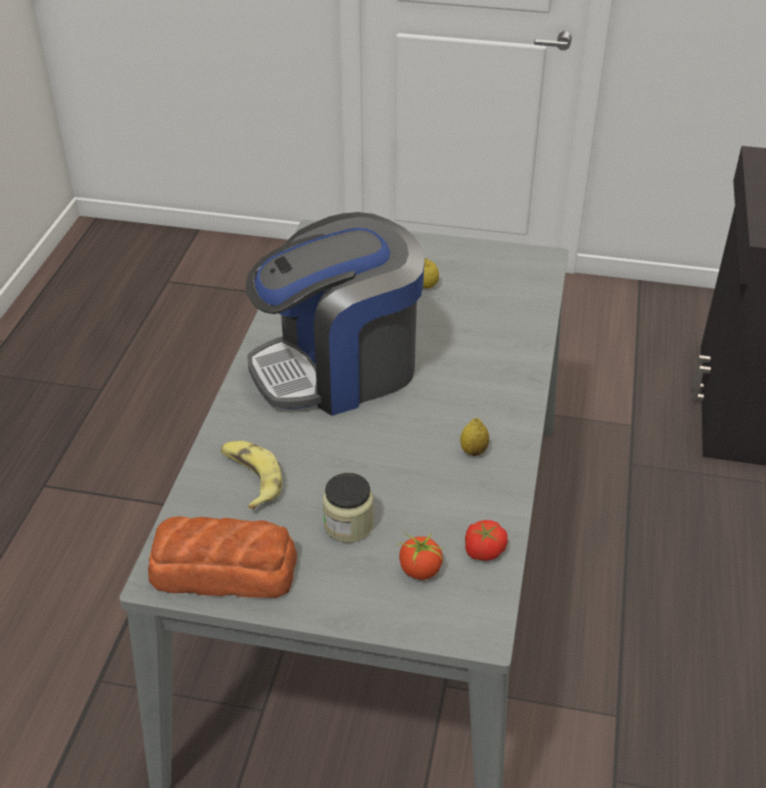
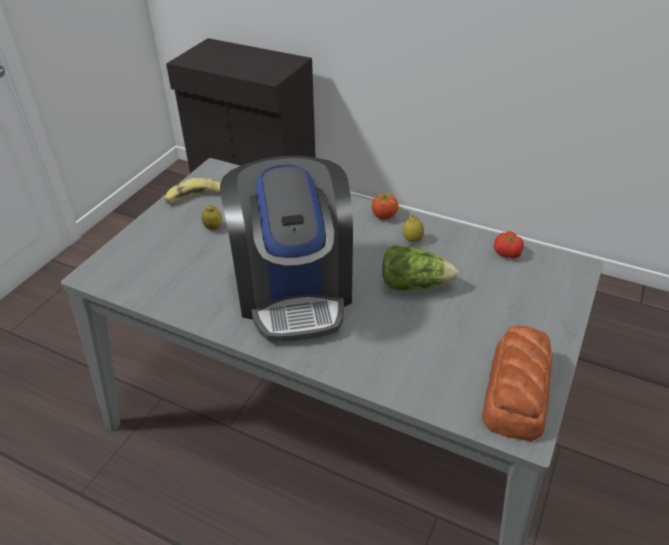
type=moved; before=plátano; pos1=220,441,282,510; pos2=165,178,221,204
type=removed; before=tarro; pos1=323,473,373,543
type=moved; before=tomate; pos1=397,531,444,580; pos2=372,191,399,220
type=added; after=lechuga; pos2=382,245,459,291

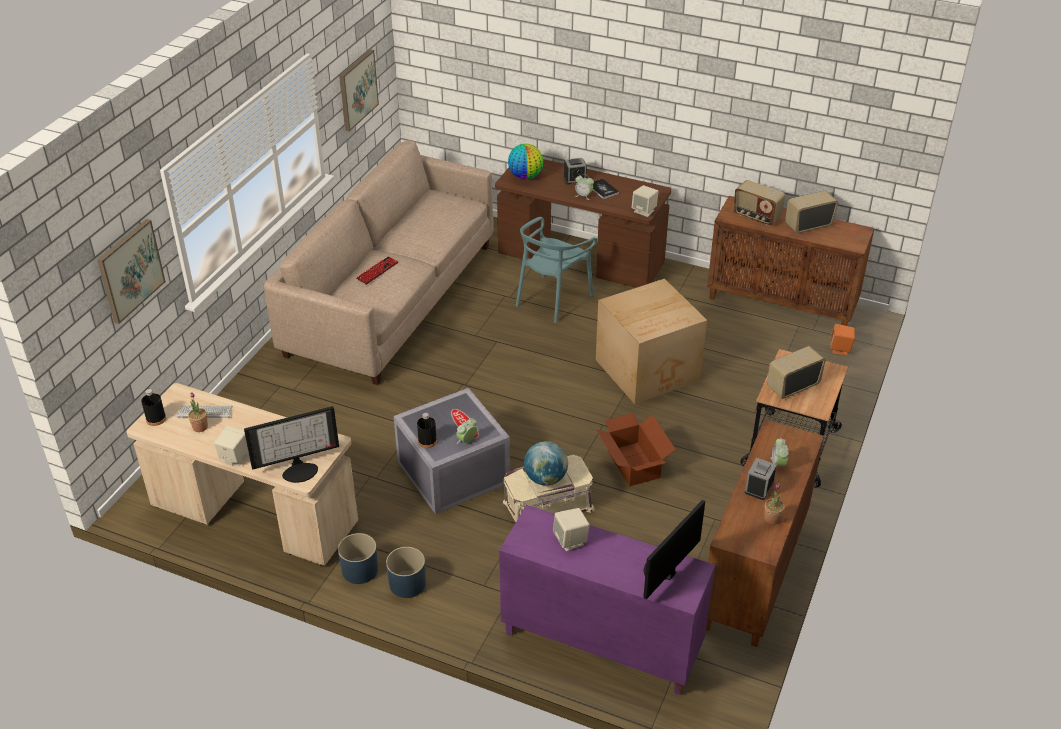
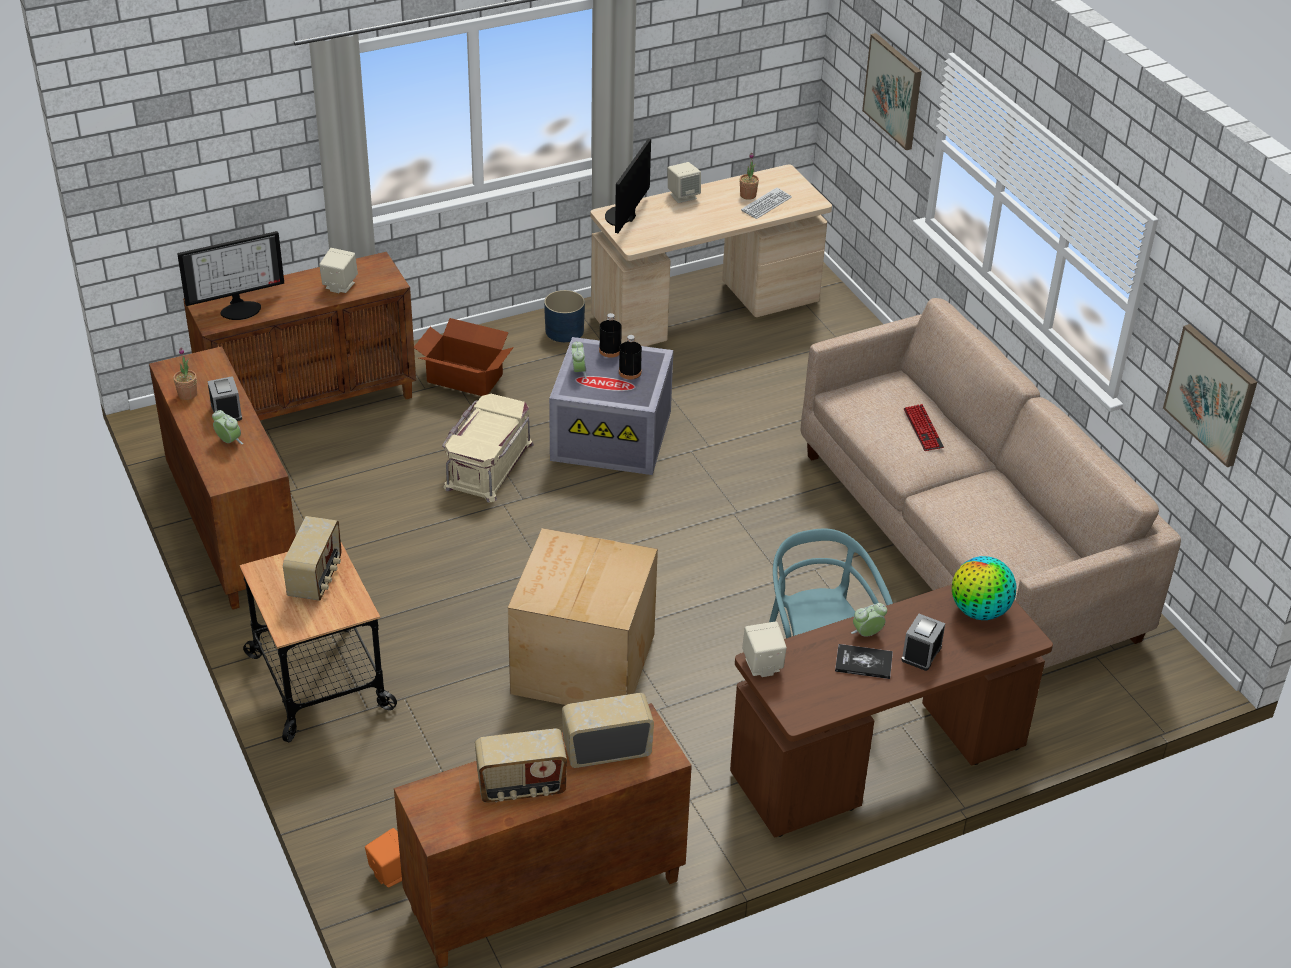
type=moved; before=botella/negro; pos1=141,389,166,426; pos2=619,335,642,379
type=removed; before=maceta/azul; pos1=386,547,426,598
type=recoloured; before=armario/morado; after=armario/marrón; pos1=499,505,715,695; pos2=183,252,416,421
type=removed; before=globo terráqueo; pos1=524,441,568,486
type=moved; before=caja de cartón; pos1=596,413,676,486; pos2=414,318,514,396
type=turned; before=monitor; pos1=643,500,705,599; pos2=177,231,284,320; turn=75
type=turned; before=radio; pos1=785,191,838,233; pos2=475,728,567,803; turn=60

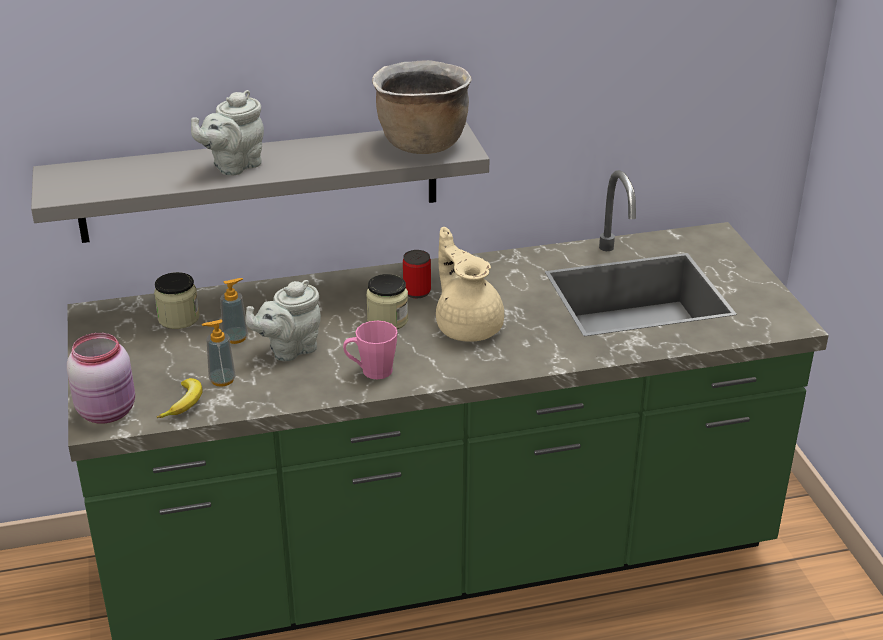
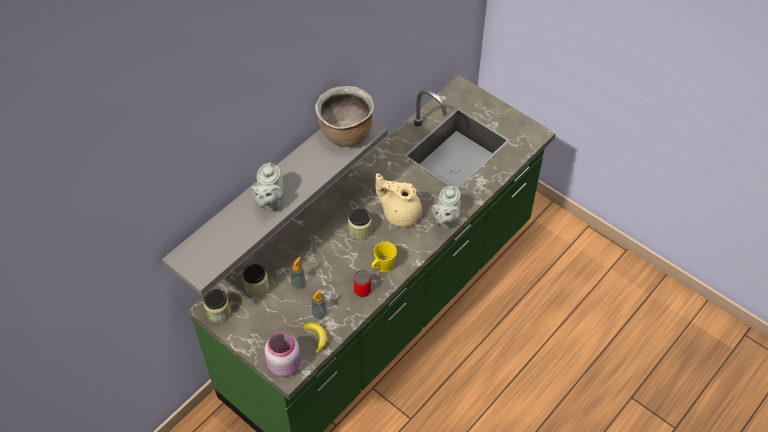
type=moved; before=tetera/gris; pos1=245,280,321,361; pos2=431,186,461,229
type=recoloured; before=taza grande/rosa; after=taza grande/amarillo; pos1=343,321,398,379; pos2=372,242,397,273
type=moved; before=lata; pos1=403,250,431,298; pos2=354,270,371,297
type=added; after=tarro; pos2=203,289,231,322

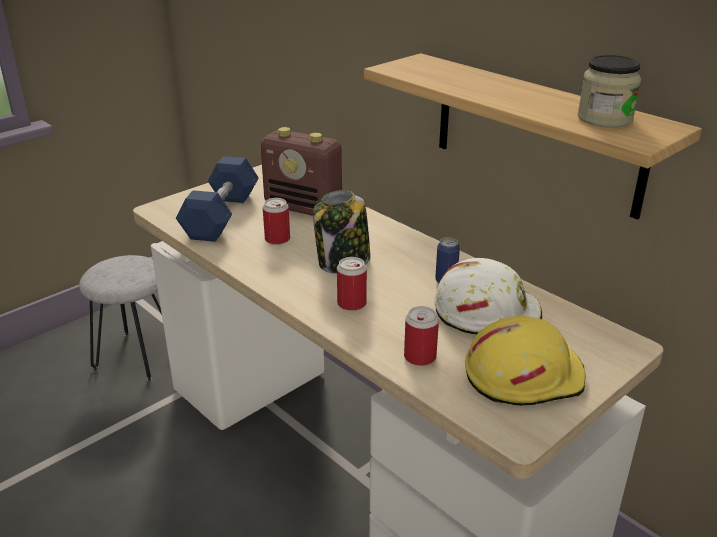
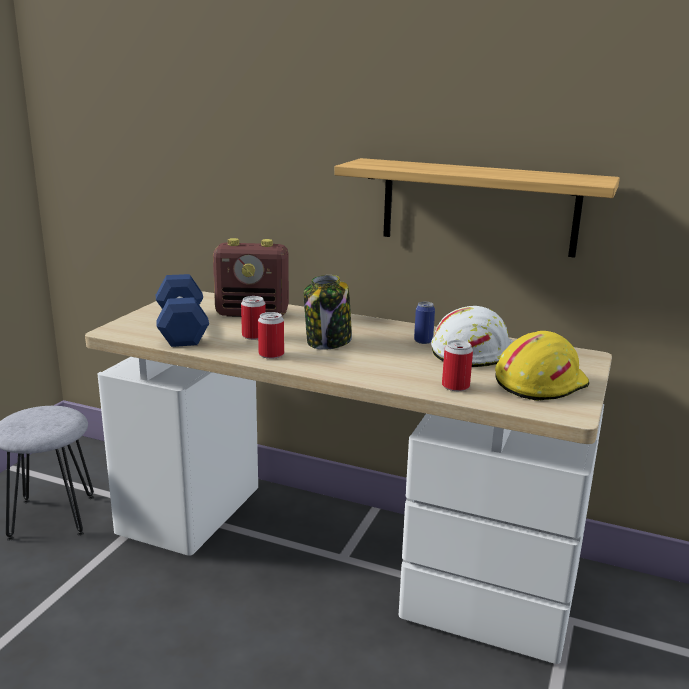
type=moved; before=lata; pos1=337,257,367,311; pos2=258,312,284,359
type=removed; before=tarro; pos1=578,55,641,128

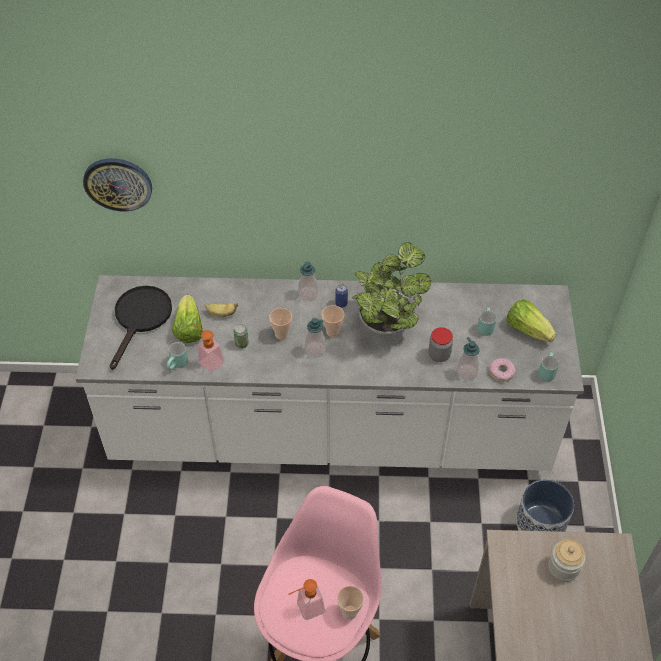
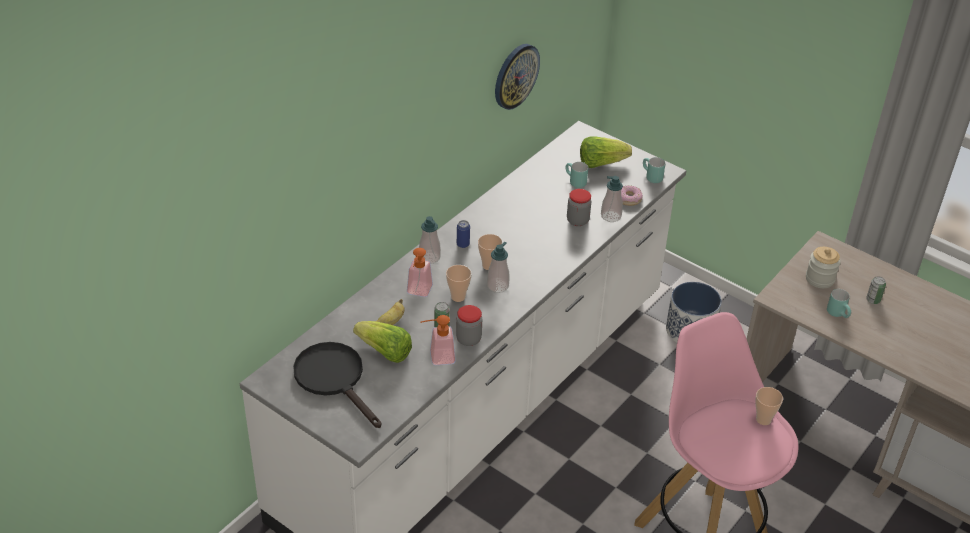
type=moved; before=reloj de pared; pos1=83,158,152,211; pos2=495,44,540,110
type=moved; before=taza grande/turquesa; pos1=167,342,188,370; pos2=827,289,851,318
type=moved; before=dispensador de jabón; pos1=288,579,325,620; pos2=407,248,433,297
type=removed; before=planta en maceta; pos1=352,242,431,336
type=added; after=tarro; pos2=456,305,482,346
type=added; after=lata; pos2=866,276,886,304

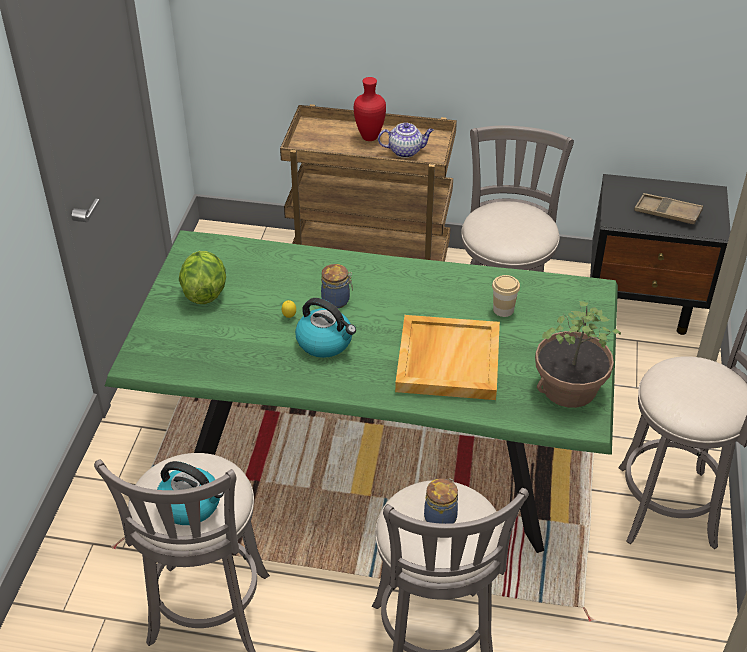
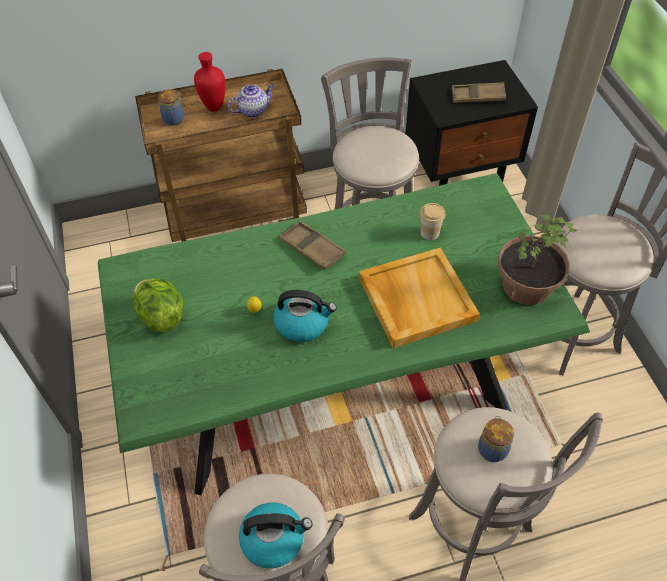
type=moved; before=tarro; pos1=321,264,353,309; pos2=158,89,185,125
type=added; after=bandeja/marrón; pos2=279,220,346,270

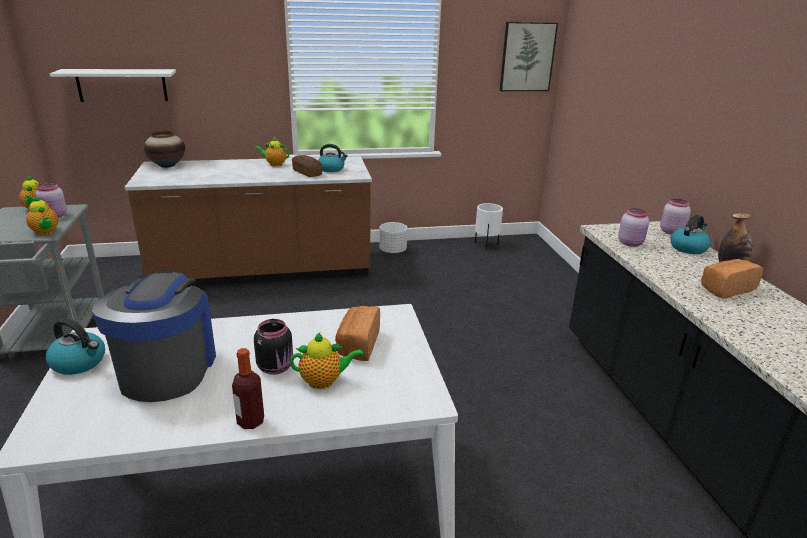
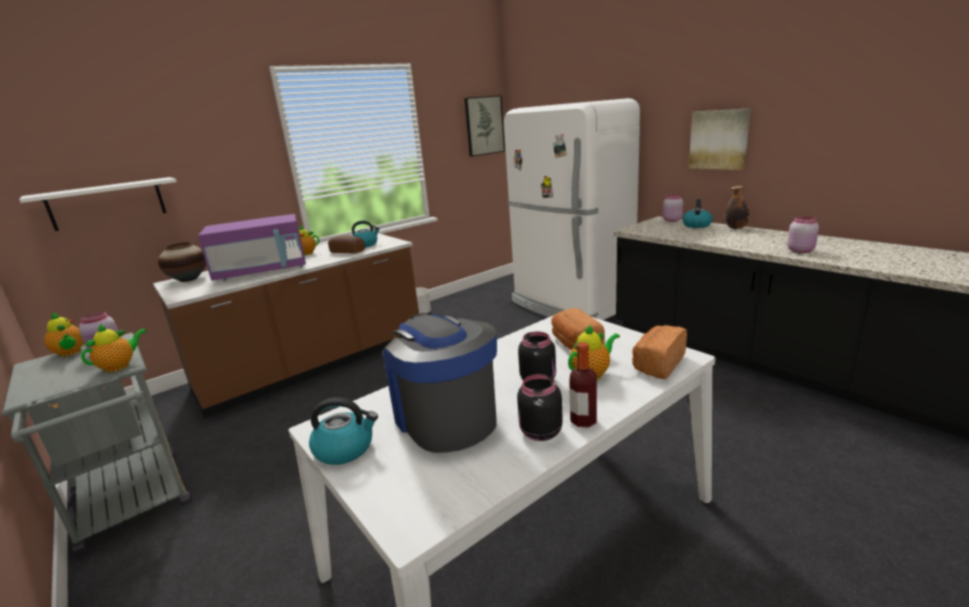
type=turned; before=tetera; pos1=26,195,58,235; pos2=81,323,147,372; turn=-75
type=removed; before=maceta/blanco; pos1=475,203,503,251
type=moved; before=tarro/rosa; pos1=618,208,649,247; pos2=787,216,819,253
type=moved; before=pan; pos1=701,259,763,299; pos2=632,325,687,379
type=added; after=microondas/morado; pos2=198,214,306,281
type=added; after=nevera/blanco; pos2=504,98,640,320
type=added; after=tarro/negro; pos2=517,374,563,441
type=added; after=cuadro; pos2=689,108,751,170

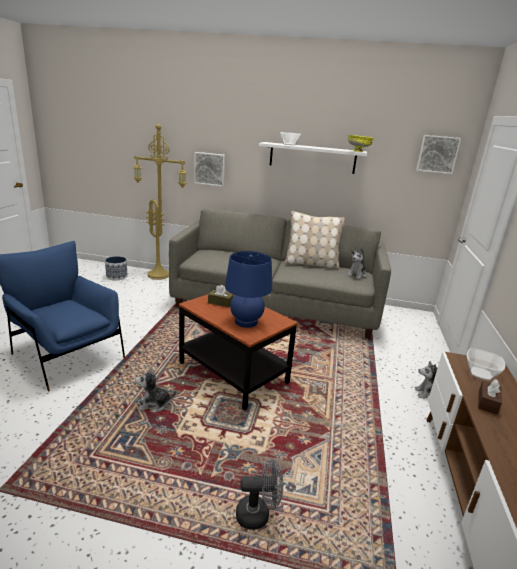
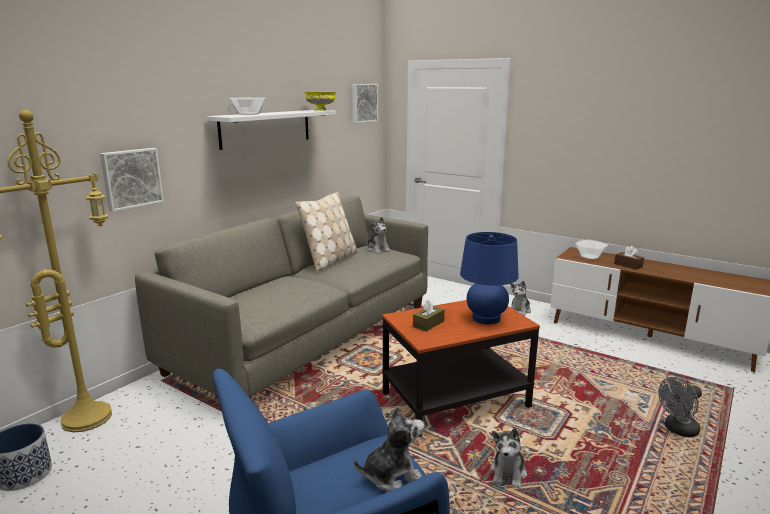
type=turned; before=ventilador/gris; pos1=236,459,283,530; pos2=658,377,702,437; turn=-135
type=added; after=peluche; pos2=354,406,425,491

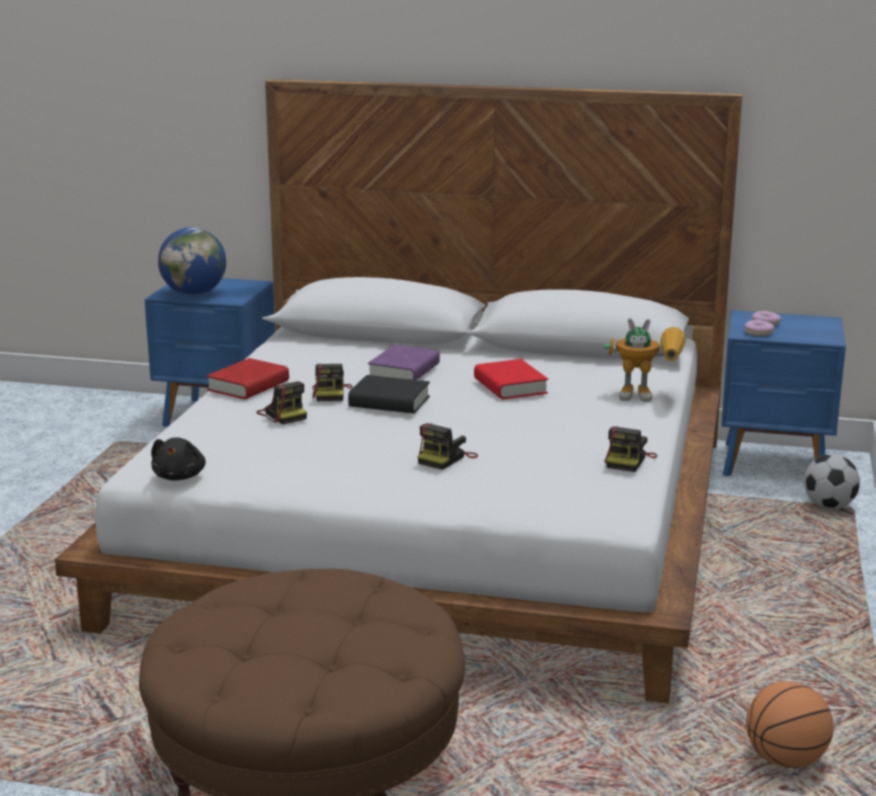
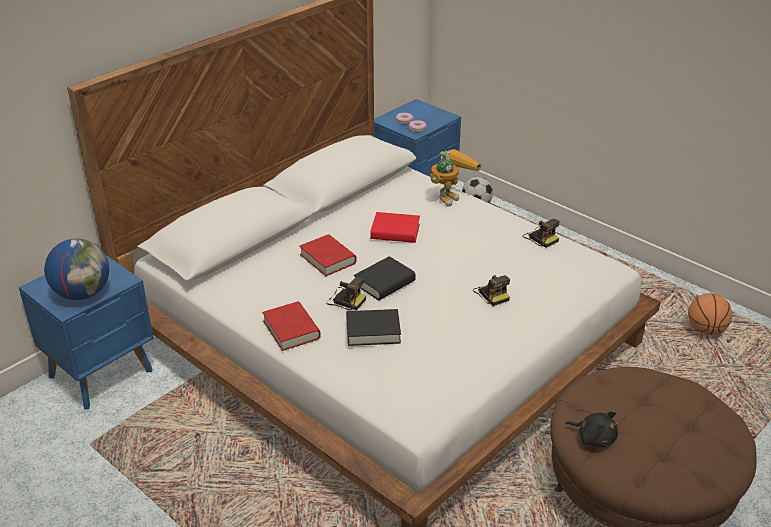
type=moved; before=peluche/negro; pos1=151,438,206,481; pos2=565,412,618,447
type=replaced; before=cámara; after=libro/negro; pos1=257,381,307,424; pos2=346,309,401,346
type=recoloured; before=libro/morado; after=libro/rojo; pos1=368,345,440,380; pos2=299,234,356,276

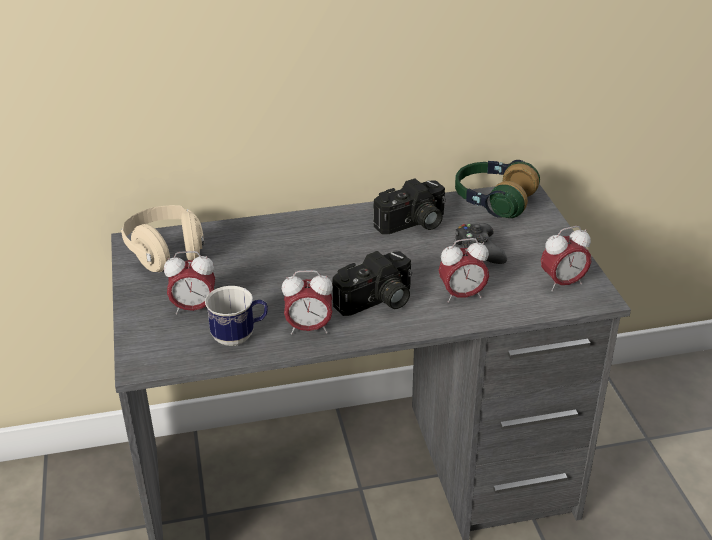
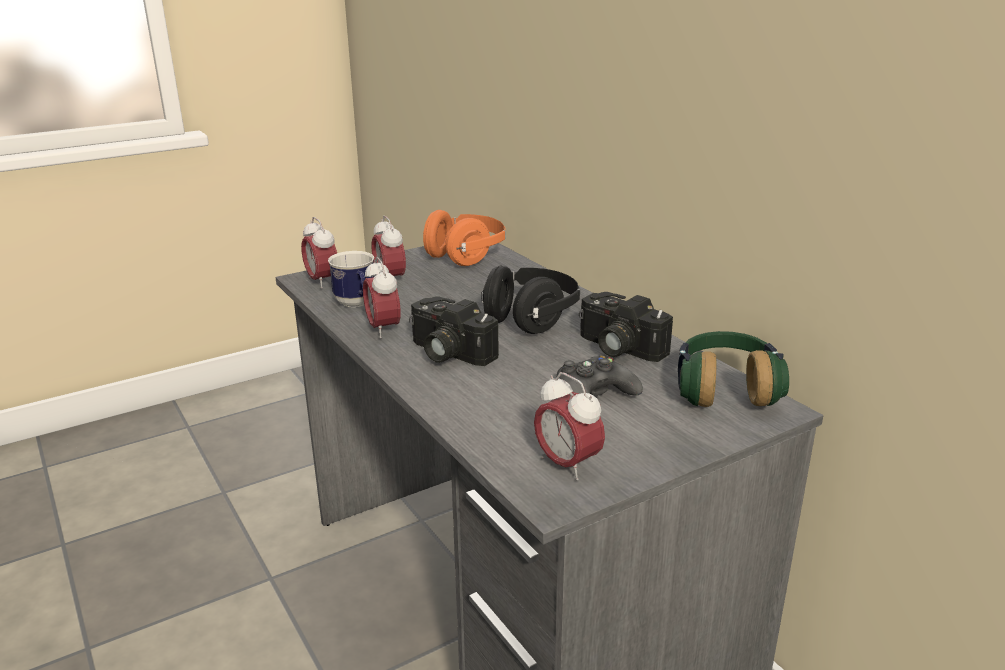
type=recoloured; before=auriculares/beis; after=auriculares/naranja; pos1=121,205,204,272; pos2=423,210,506,266
type=moved; before=despertador; pos1=439,238,489,303; pos2=301,217,337,289
type=added; after=auriculares/negro; pos2=482,265,580,334

